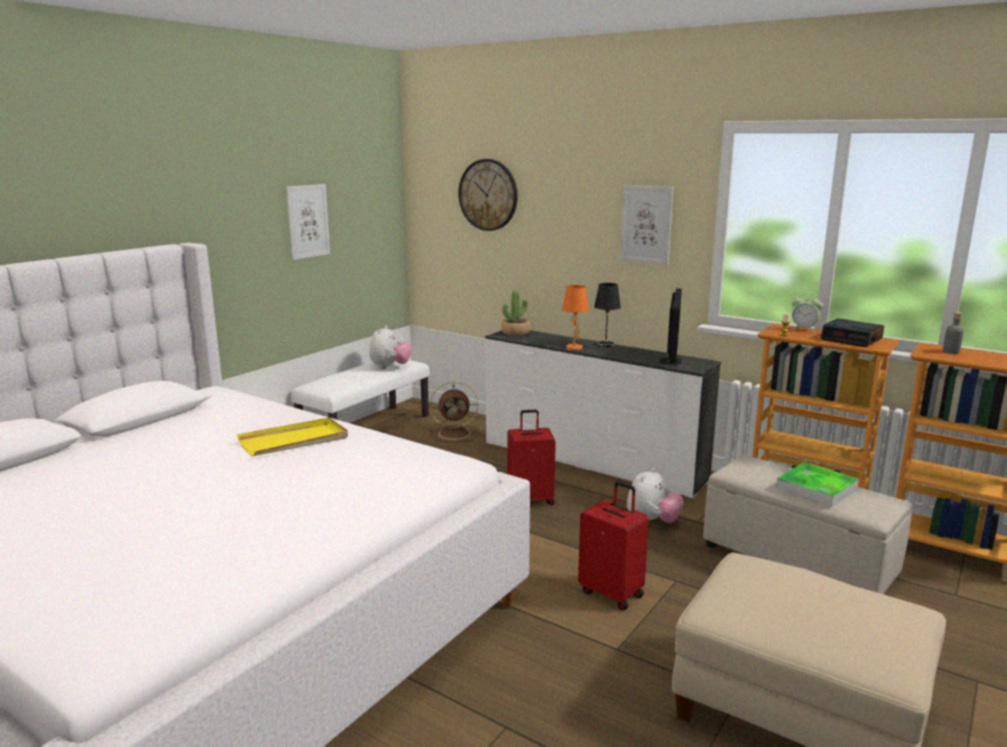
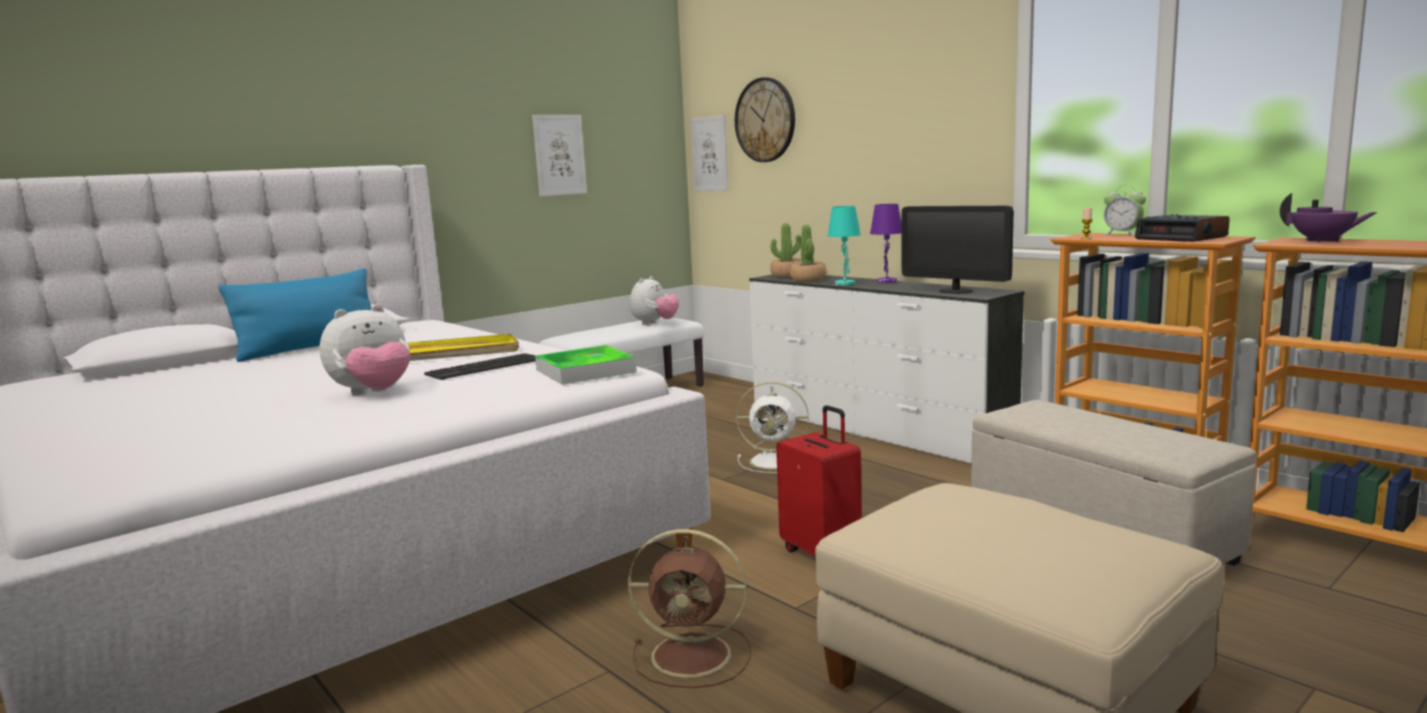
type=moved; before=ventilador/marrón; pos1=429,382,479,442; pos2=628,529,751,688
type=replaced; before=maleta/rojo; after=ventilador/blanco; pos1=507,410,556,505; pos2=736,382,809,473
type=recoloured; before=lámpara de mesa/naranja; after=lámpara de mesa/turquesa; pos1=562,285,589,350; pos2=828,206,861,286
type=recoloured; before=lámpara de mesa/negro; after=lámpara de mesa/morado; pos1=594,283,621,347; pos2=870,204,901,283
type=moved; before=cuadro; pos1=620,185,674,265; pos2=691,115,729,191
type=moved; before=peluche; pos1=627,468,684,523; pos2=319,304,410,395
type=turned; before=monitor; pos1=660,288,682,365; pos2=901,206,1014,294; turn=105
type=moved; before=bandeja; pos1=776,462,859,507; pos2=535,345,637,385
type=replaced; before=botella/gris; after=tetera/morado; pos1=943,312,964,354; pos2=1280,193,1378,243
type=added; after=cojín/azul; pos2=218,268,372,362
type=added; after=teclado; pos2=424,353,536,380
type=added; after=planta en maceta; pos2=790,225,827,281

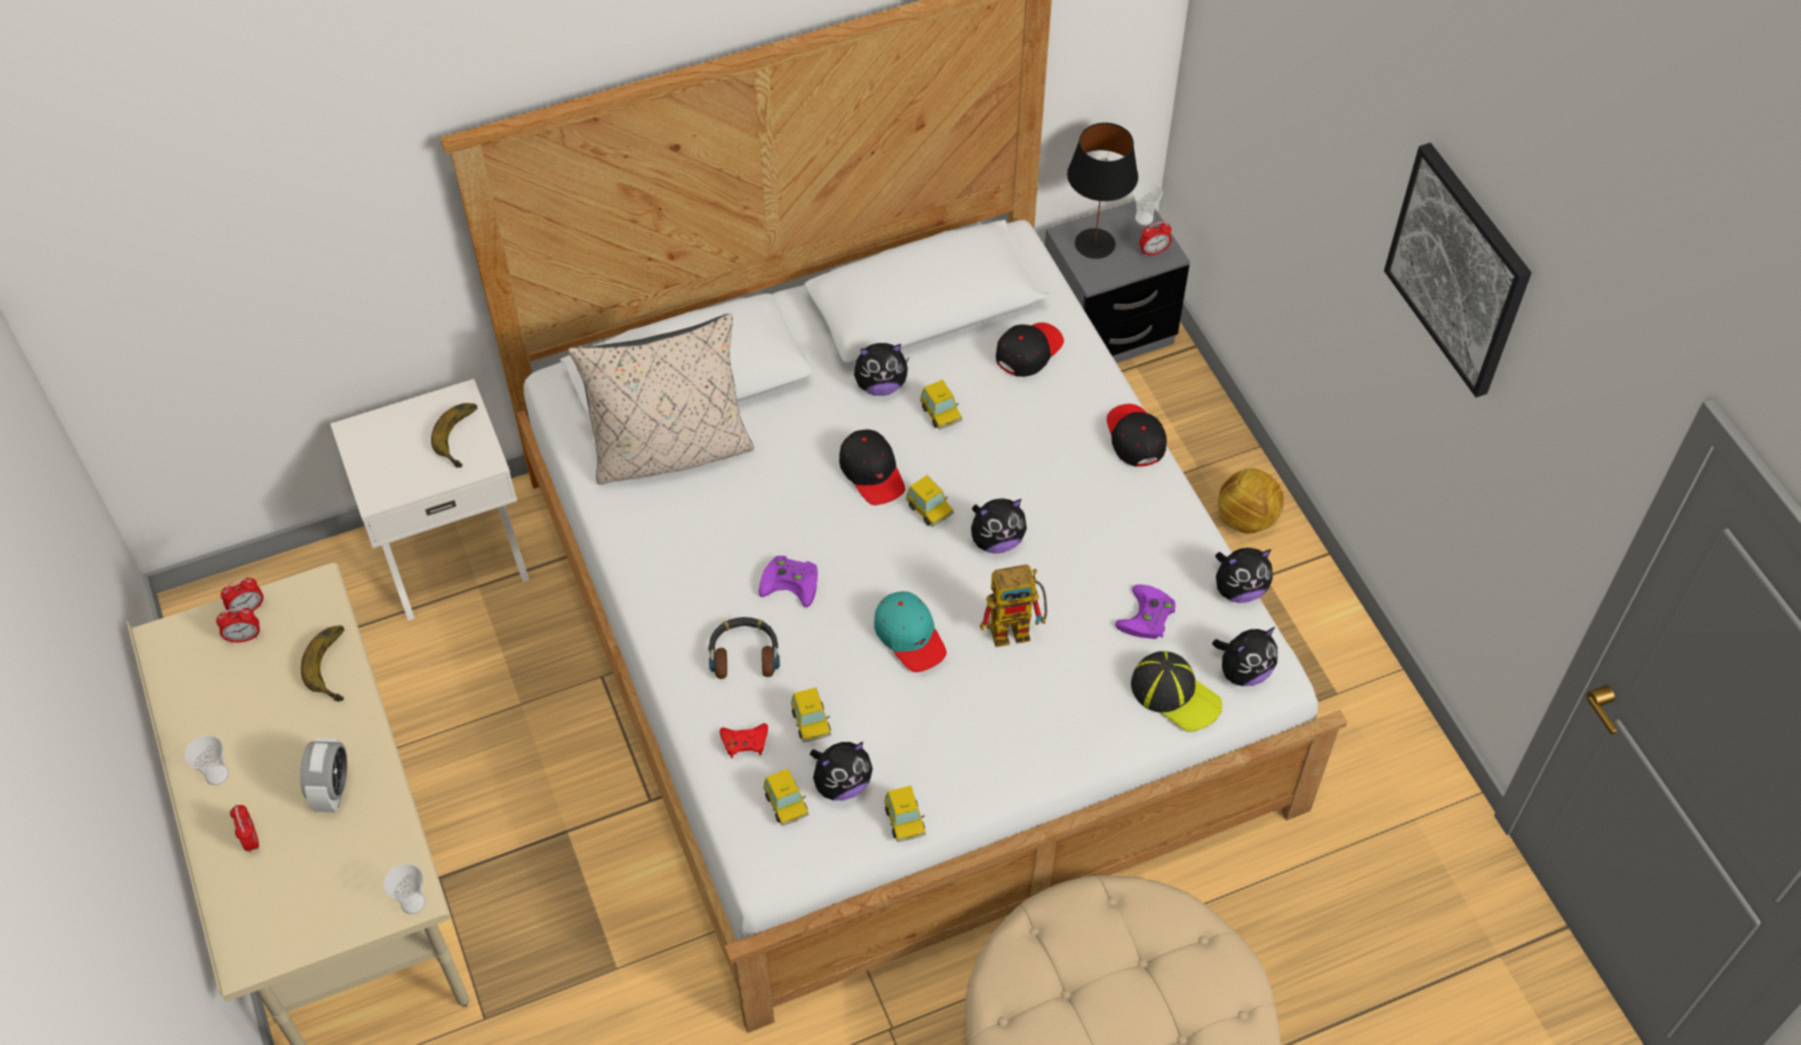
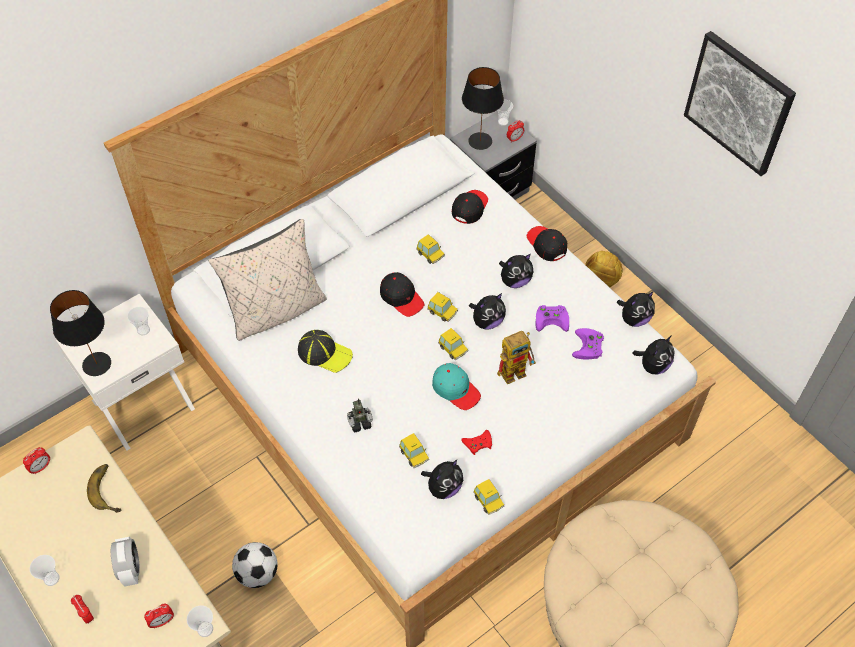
type=moved; before=despertador; pos1=216,608,260,643; pos2=144,604,174,628
type=replaced; before=plátano; after=taza; pos1=431,403,478,468; pos2=127,307,150,335
type=replaced; before=auriculares; after=robot de juguete; pos1=708,617,780,679; pos2=347,399,373,432
type=moved; before=mando de consola/rojo; pos1=720,723,768,758; pos2=461,430,492,455
type=moved; before=mando de consola/morado; pos1=758,556,818,607; pos2=535,305,569,332
type=moved; before=coche de juguete; pos1=763,769,809,826; pos2=438,328,468,360
type=moved; before=peluche; pos1=854,343,909,396; pos2=499,254,533,288
type=moved; before=gorra; pos1=1131,651,1222,732; pos2=298,330,353,373
type=added; after=lámpara de mesa/negro; pos2=50,290,111,376
type=added; after=balón de fútbol; pos2=232,542,278,588

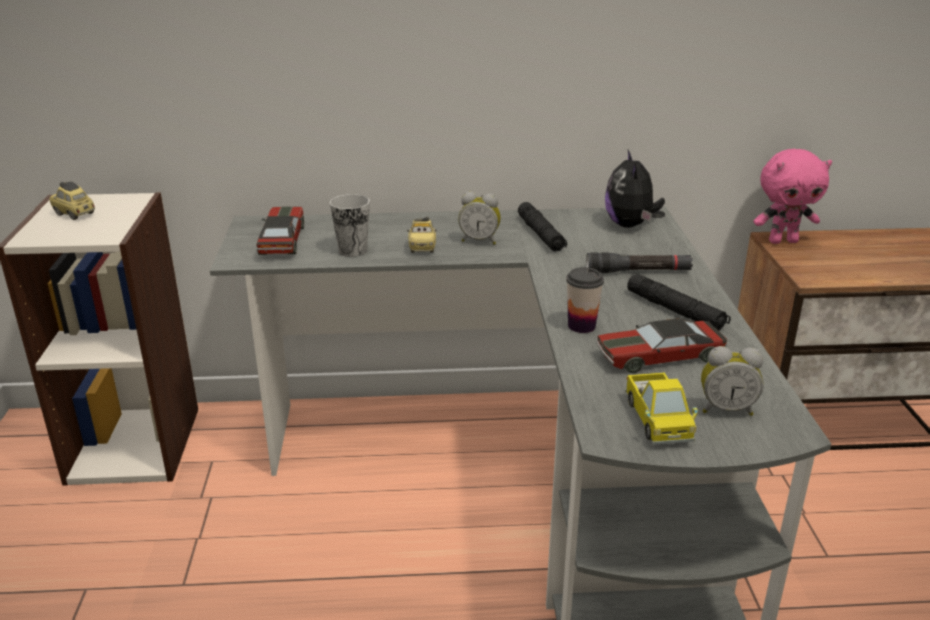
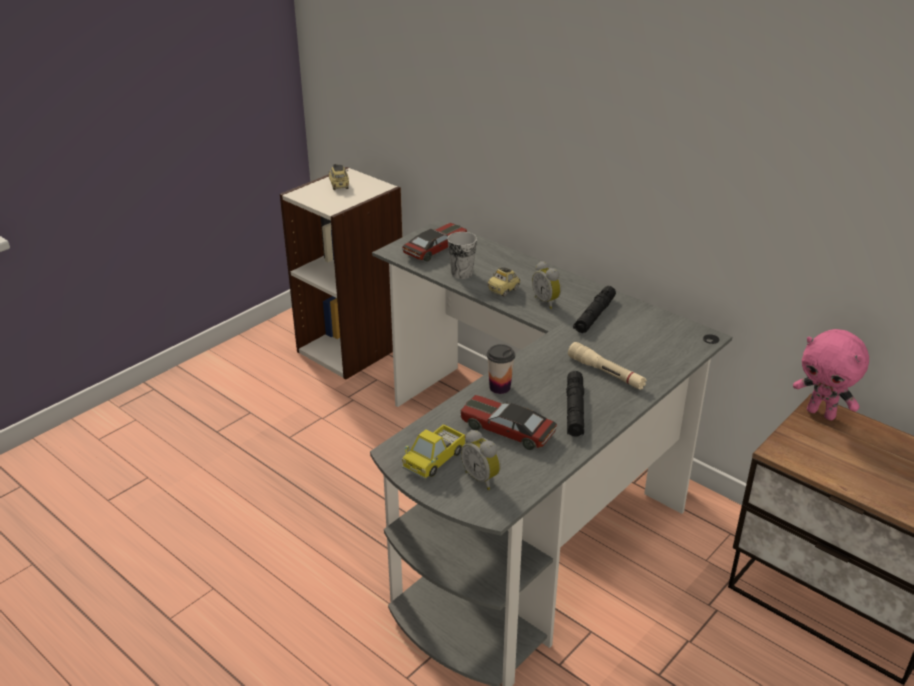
type=recoloured; before=linterna/negro; after=linterna/beis; pos1=586,252,693,273; pos2=568,342,647,390
type=removed; before=peluche; pos1=605,150,665,228

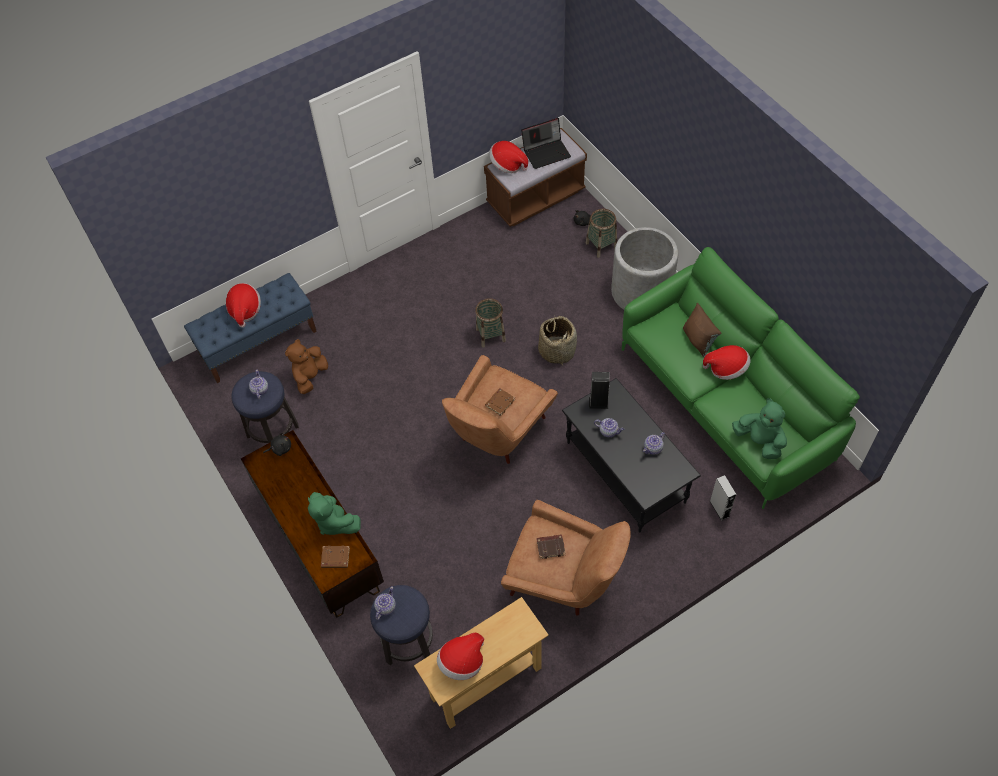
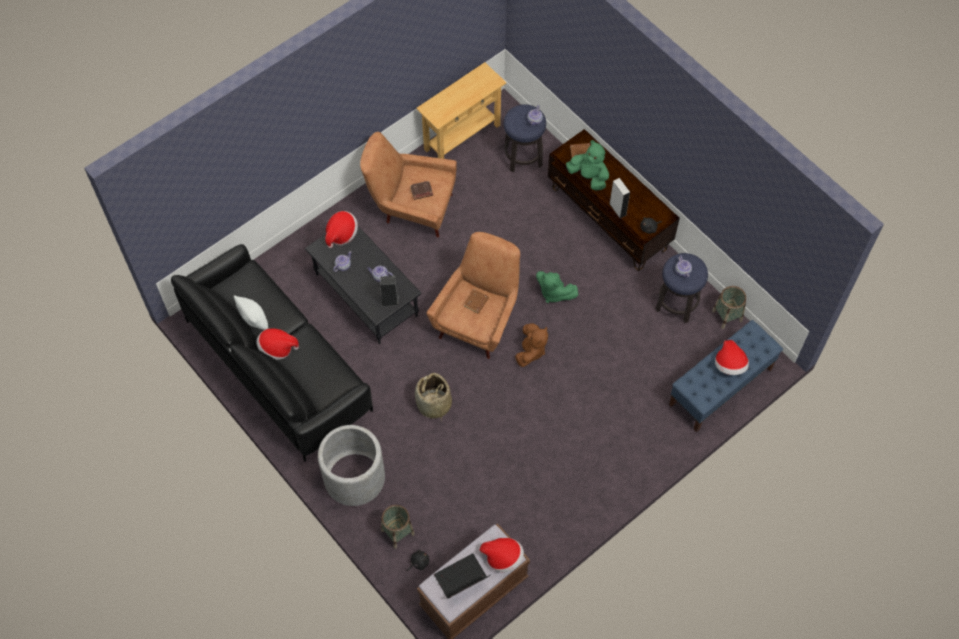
type=moved; before=peluche/marrón; pos1=285,339,328,394; pos2=515,323,548,367
type=moved; before=sombrero; pos1=437,633,484,680; pos2=325,211,358,248
type=moved; before=cesta; pos1=475,298,506,347; pos2=712,286,746,329
type=recoloured; before=sofá/verde; after=sofá/negro; pos1=622,247,860,509; pos2=171,244,373,462
type=removed; before=cojín/marrón; pos1=683,303,721,357
type=moved; before=altavoz/gris; pos1=710,475,736,521; pos2=610,178,630,218
type=moved; before=peluche/verde; pos1=732,398,787,459; pos2=536,271,579,303
type=added; after=cojín/blanco; pos2=234,296,268,330

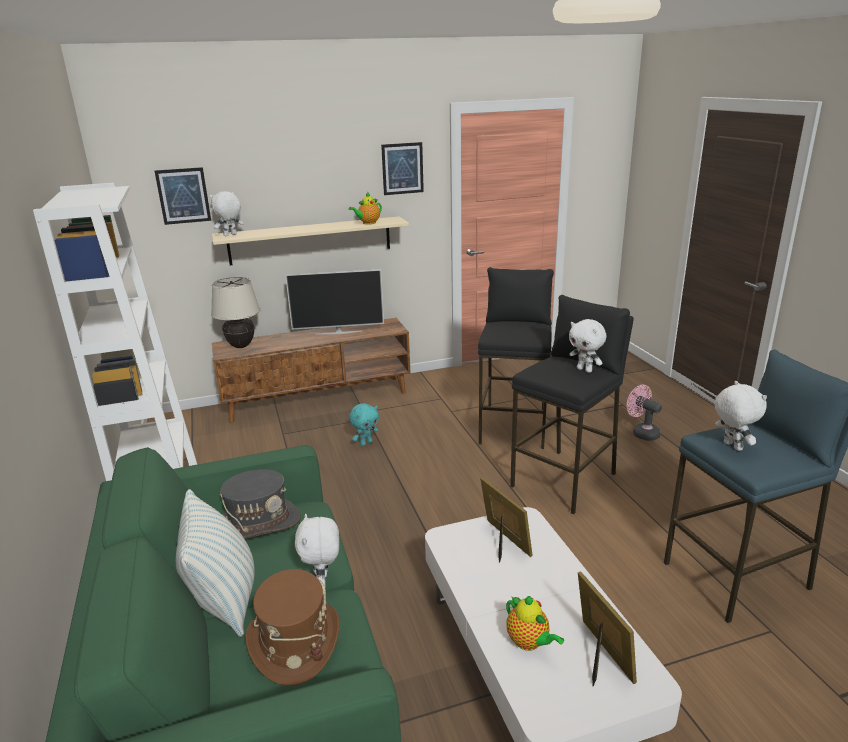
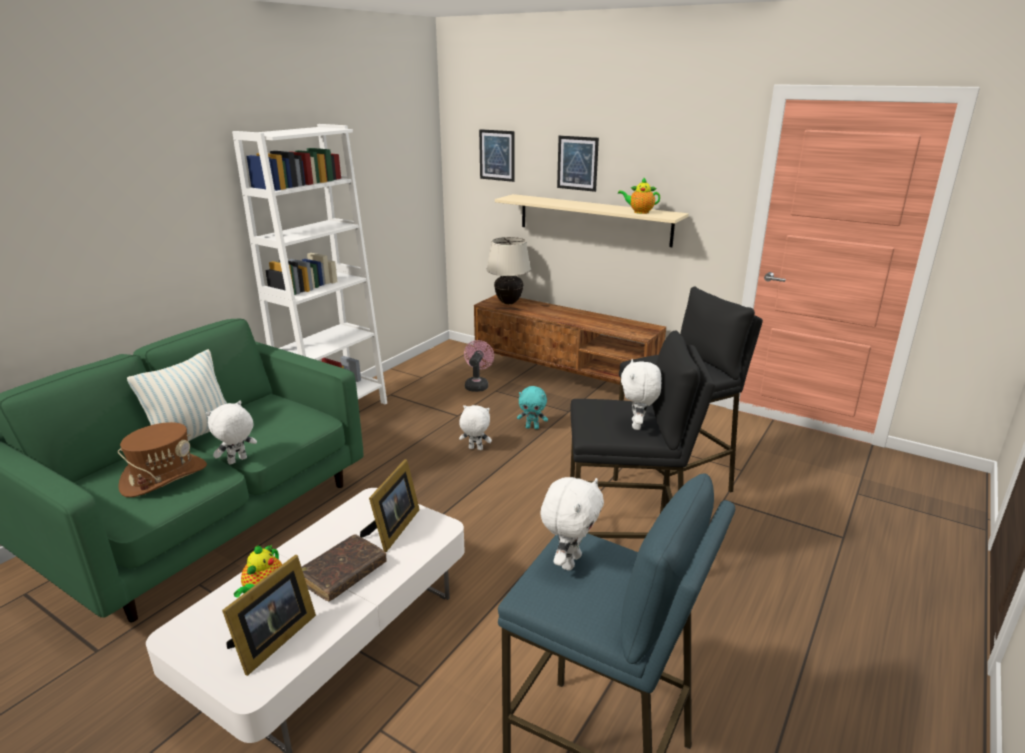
type=moved; before=peluche/blanco; pos1=210,191,244,236; pos2=459,405,492,450
type=removed; before=sombrero/gris; pos1=220,469,301,539
type=removed; before=televisor; pos1=285,269,384,334
type=moved; before=cuadro; pos1=381,142,424,195; pos2=557,136,599,192
type=moved; before=ventilador/rosa; pos1=627,385,662,441; pos2=464,340,494,392
type=added; after=libro/marrón; pos2=301,534,387,602

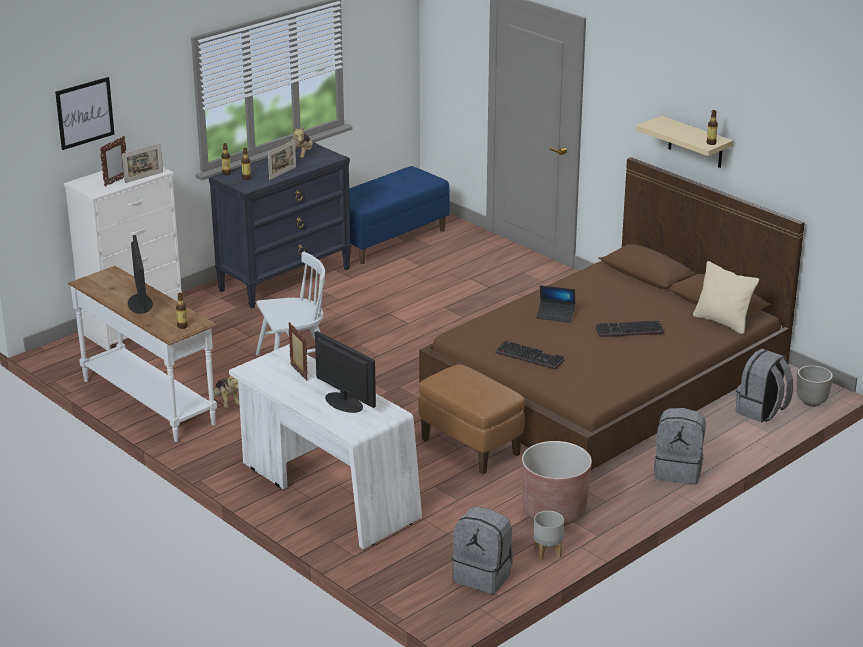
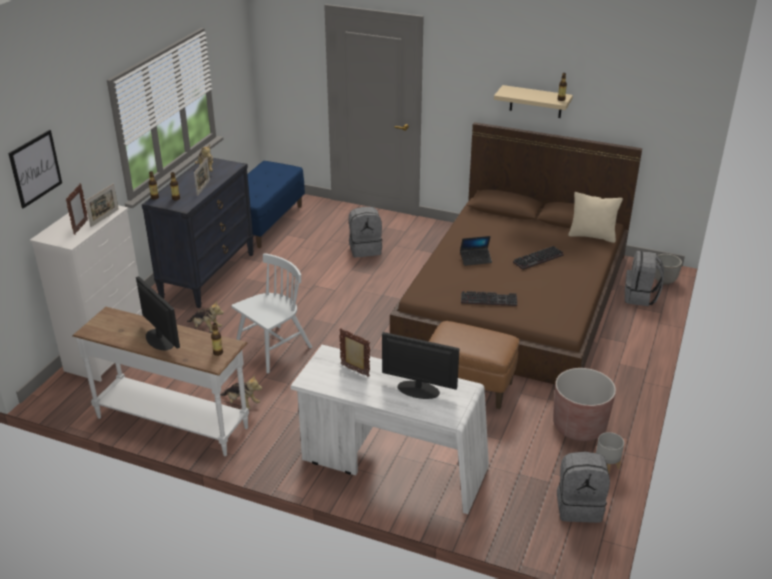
type=moved; before=mochila/gris; pos1=654,408,706,484; pos2=349,207,383,257
type=added; after=peluche; pos2=187,300,224,332

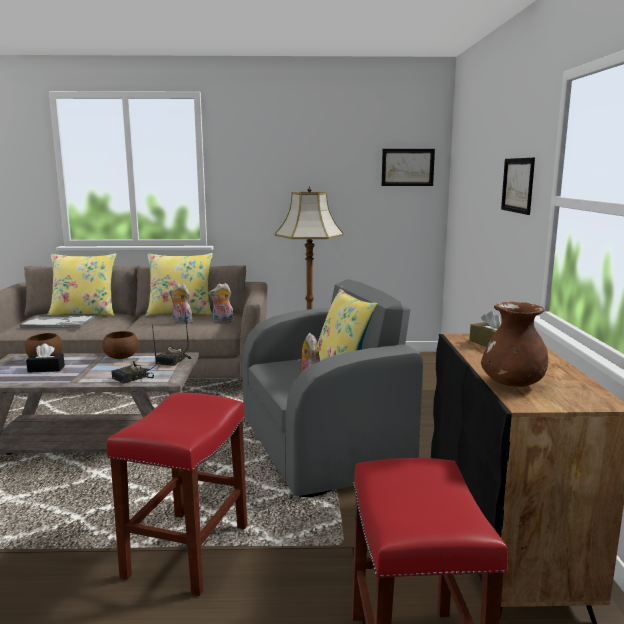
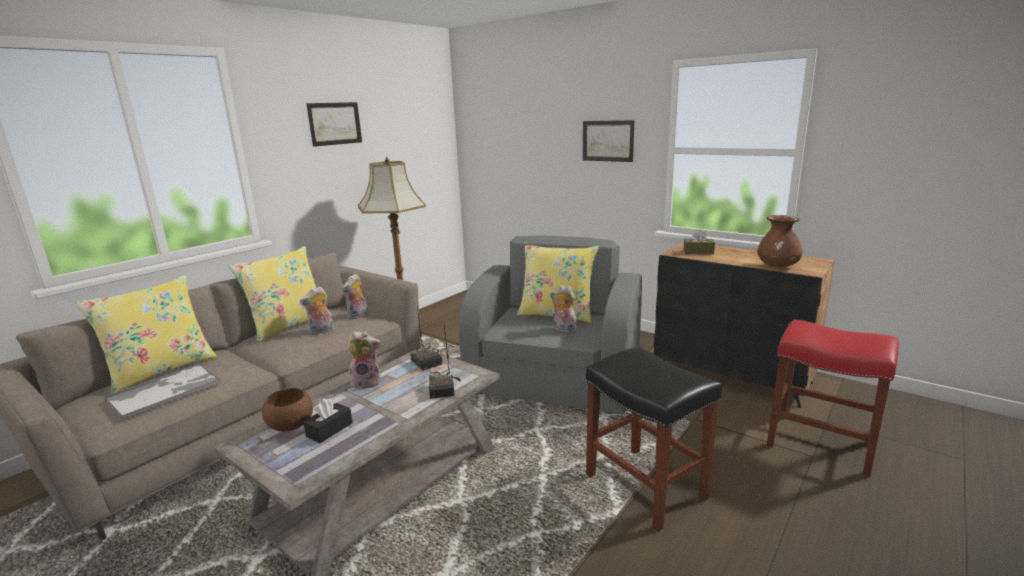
type=replaced; before=cuenco/marrón; after=peluche; pos1=102,331,138,359; pos2=348,331,381,389
type=recoloured; before=taburete/rojo; after=taburete/negro; pos1=107,393,247,596; pos2=586,347,722,532
type=moved; before=cuadro; pos1=382,149,435,186; pos2=306,102,362,147

